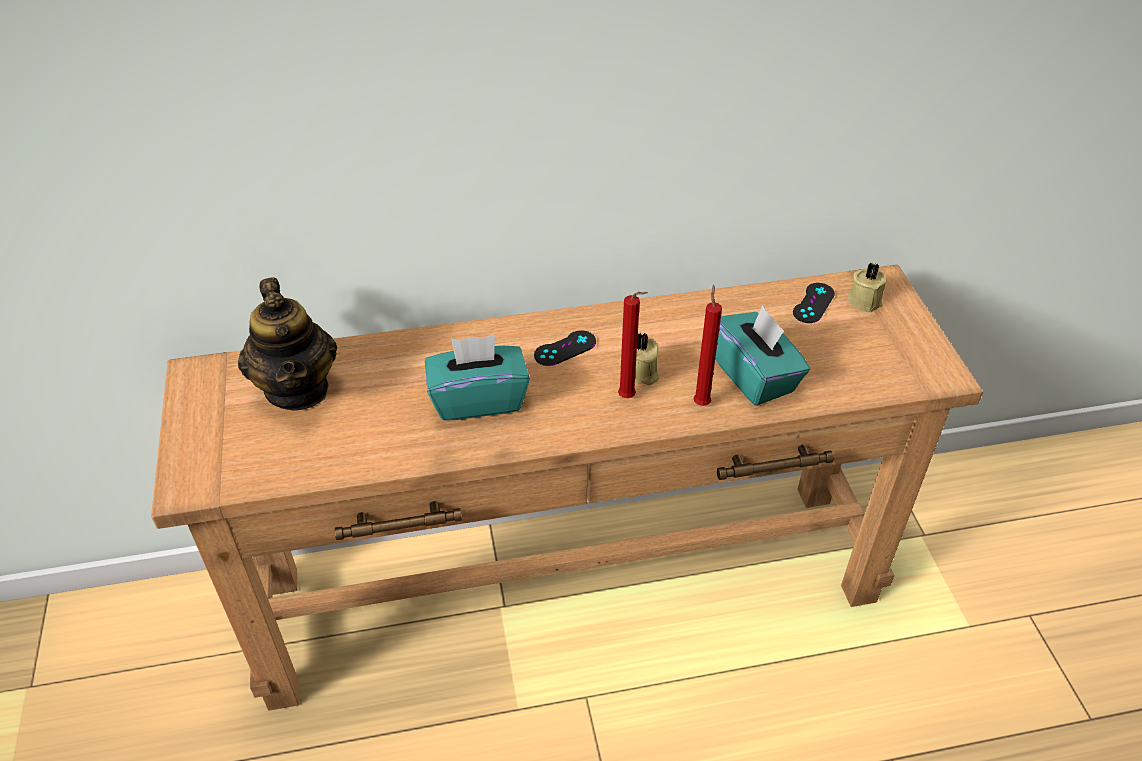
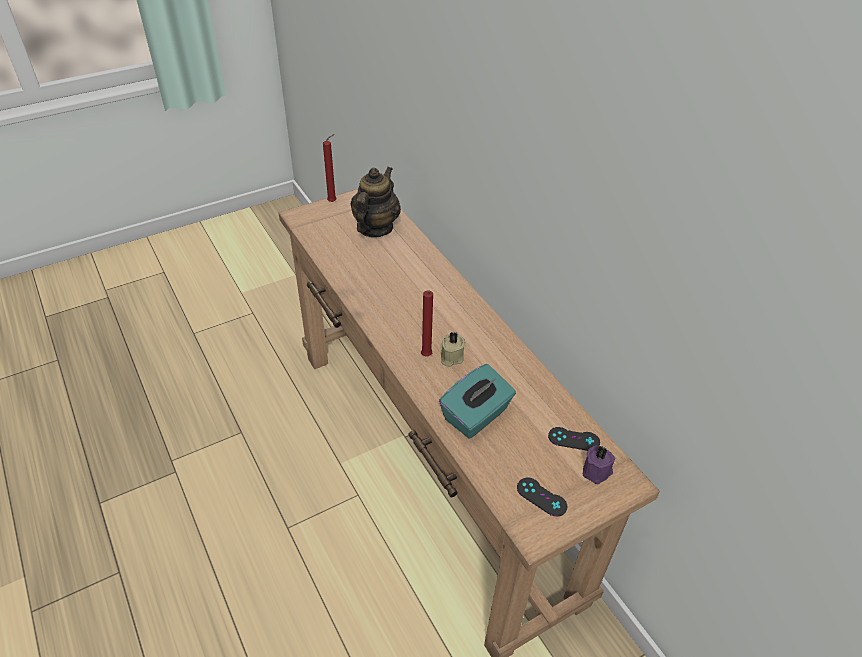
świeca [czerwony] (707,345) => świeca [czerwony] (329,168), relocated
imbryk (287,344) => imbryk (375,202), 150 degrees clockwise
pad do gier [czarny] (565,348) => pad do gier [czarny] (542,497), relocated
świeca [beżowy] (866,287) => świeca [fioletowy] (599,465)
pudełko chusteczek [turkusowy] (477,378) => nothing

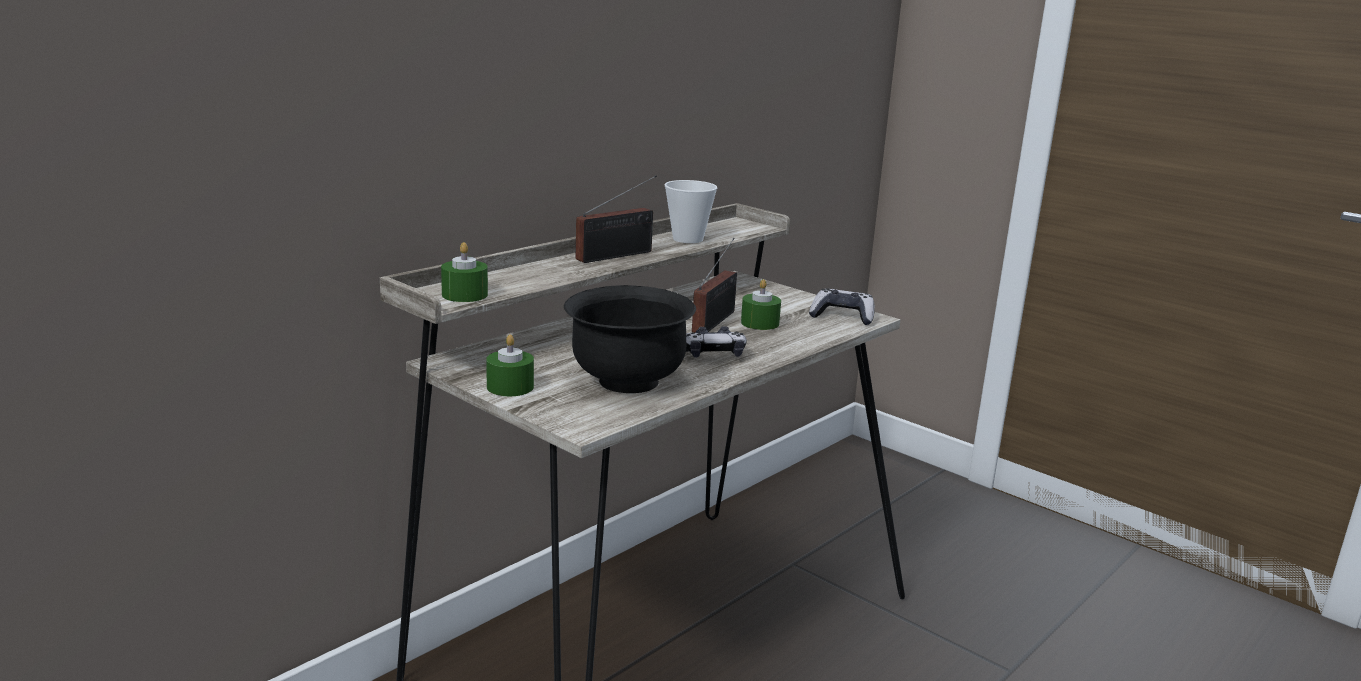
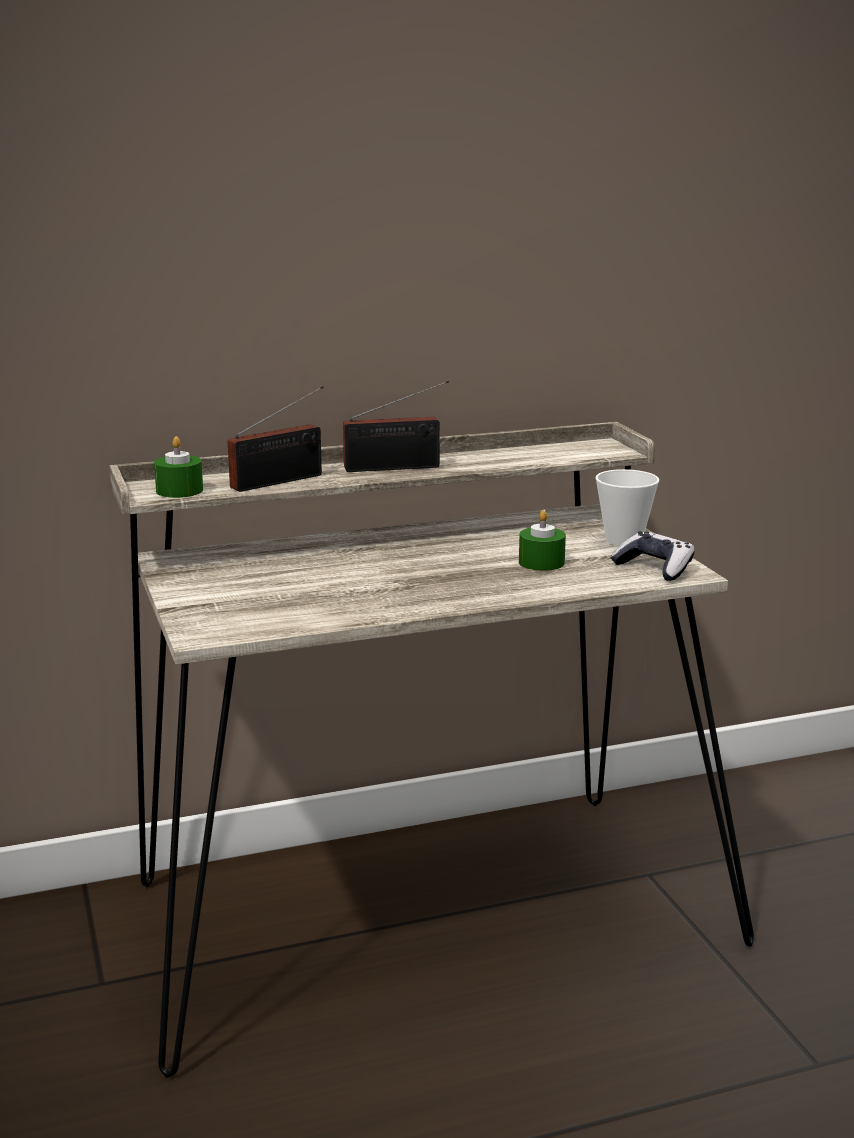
radio (714,285) => radio (275,439), relocated
filiżanka (690,211) => filiżanka (627,507), relocated
świeca [zielony] (510,365) => nothing
miska [czarny] (630,339) => nothing
pad do gier (716,342) => nothing

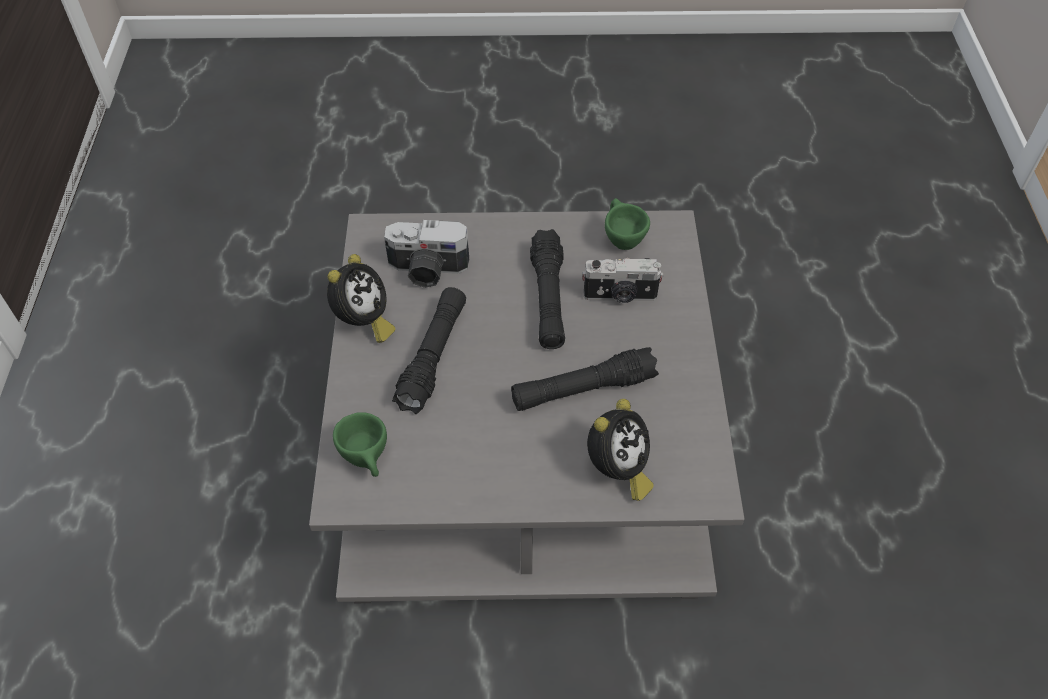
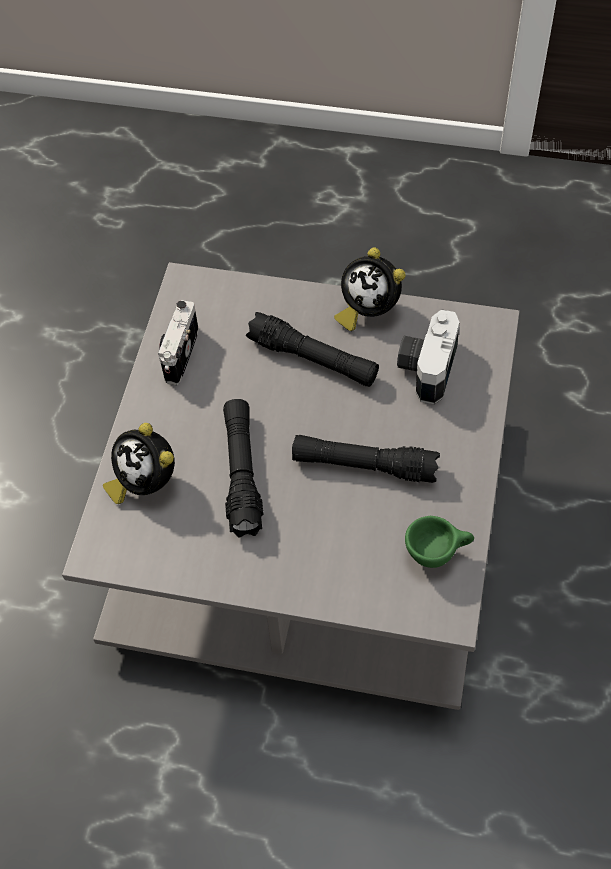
aparat fotograficzny (622,280) => aparat fotograficzny (178,342), relocated
filiżanka [zielony] (360,444) => nothing

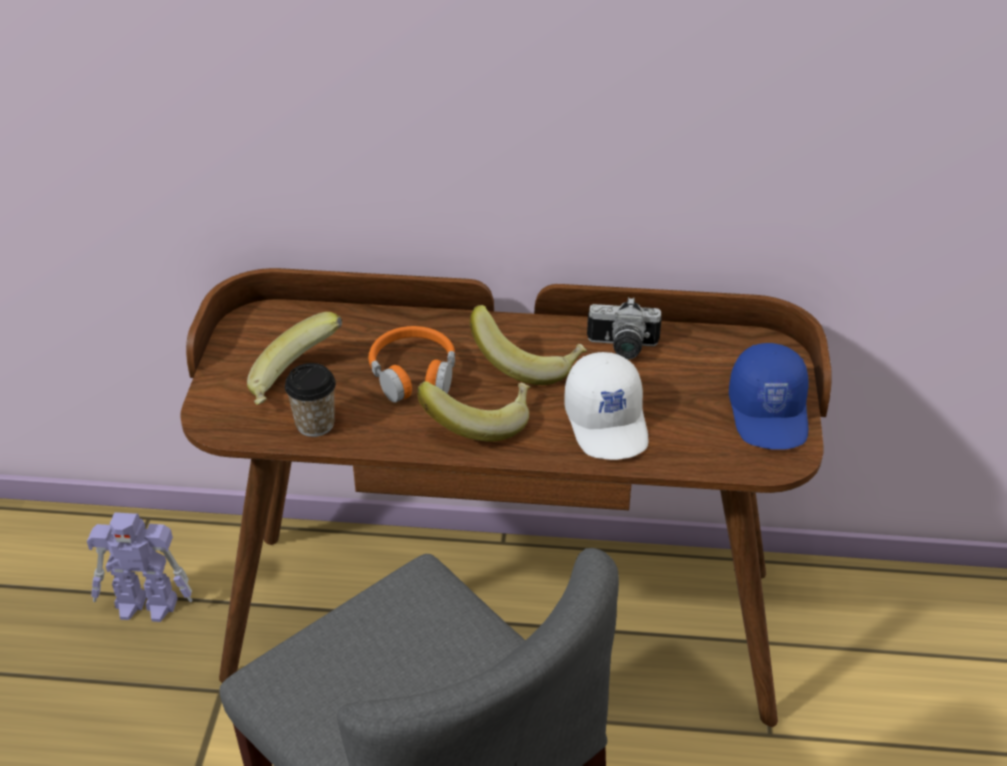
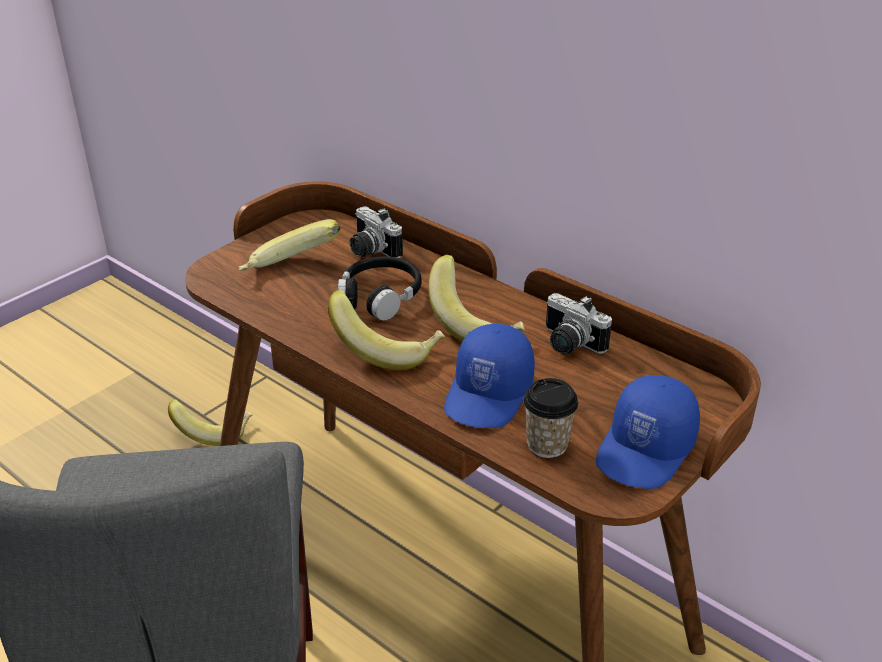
robot zabawkowy (140,567) => banan (210,422)
słuchawki [pomarańczowy] (411,364) => słuchawki [czarny] (380,288)
nothing => aparat fotograficzny (376,232)
czapka z daszkiem [biały] (606,406) => czapka z daszkiem [niebieski] (489,376)
filiżanka (310,400) => filiżanka (550,418), relocated

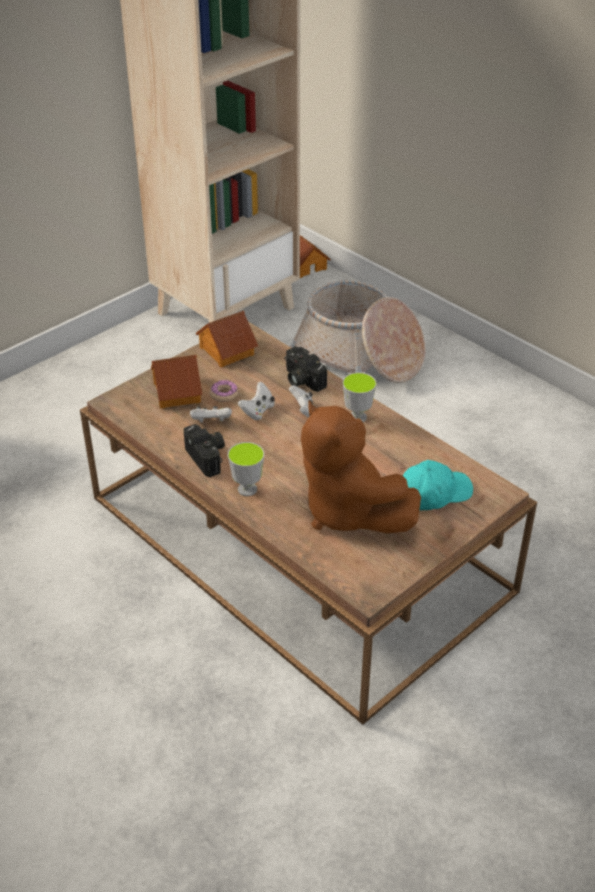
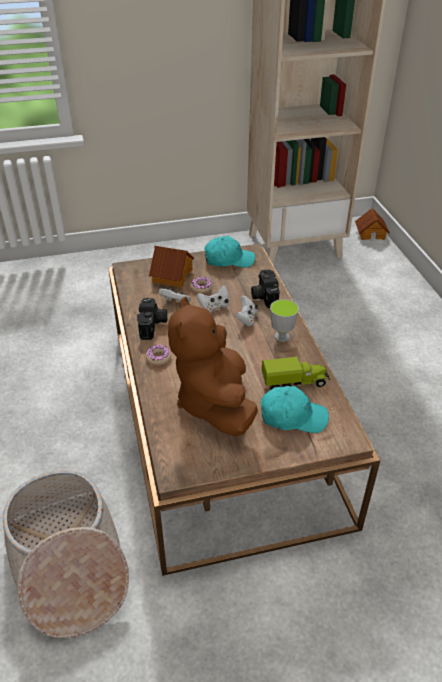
koszyk (358,331) => koszyk (66,554), relocated
filiżanka (246,469) => donut (158,354)
domek (227,338) => czapka z daszkiem [turkusowy] (229,251)
nothing => ciężarówka zabawkowa (296,373)

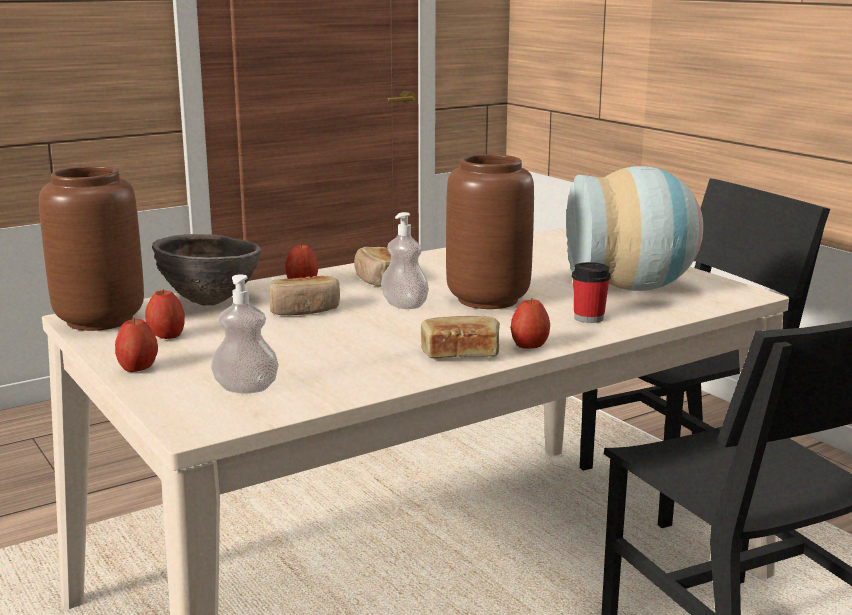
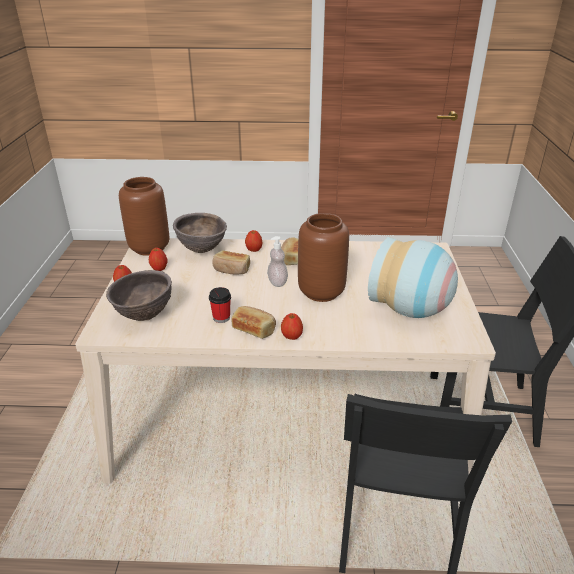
dozownik mydła (245,334) => miska [brązowy] (139,295)
filiżanka (591,292) => filiżanka (220,305), relocated

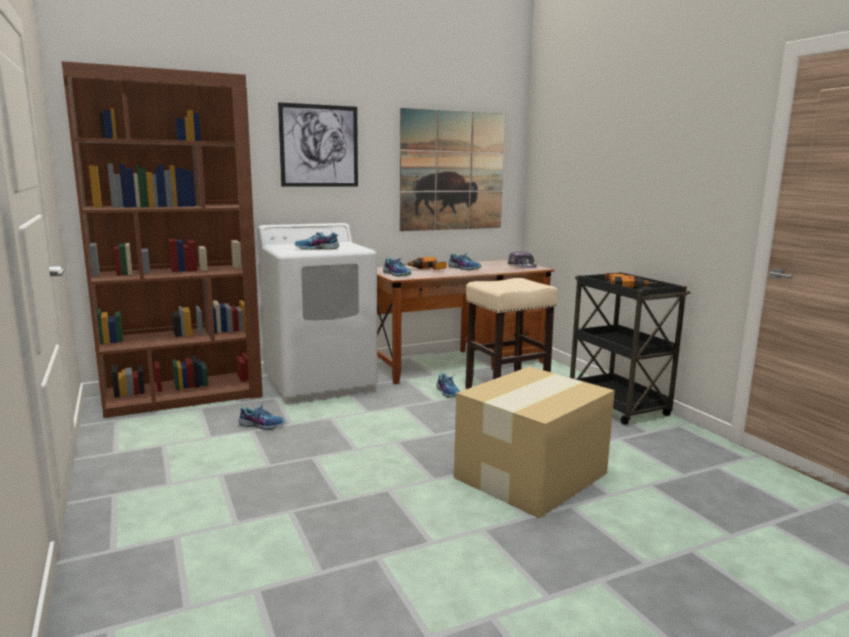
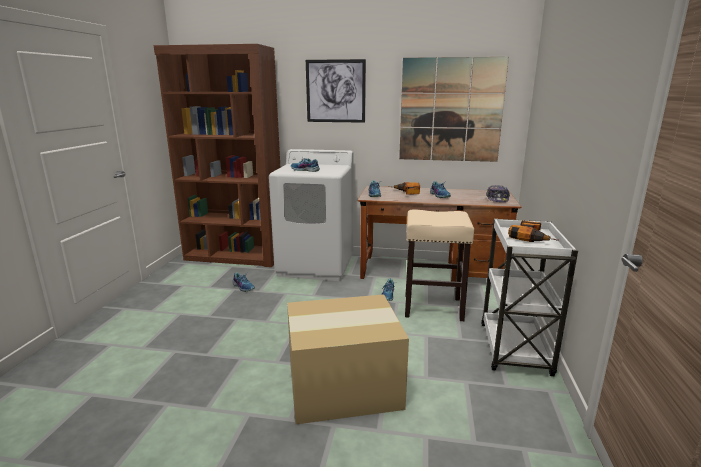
wózek [czarny] (630,348) => wózek [biały] (529,297)

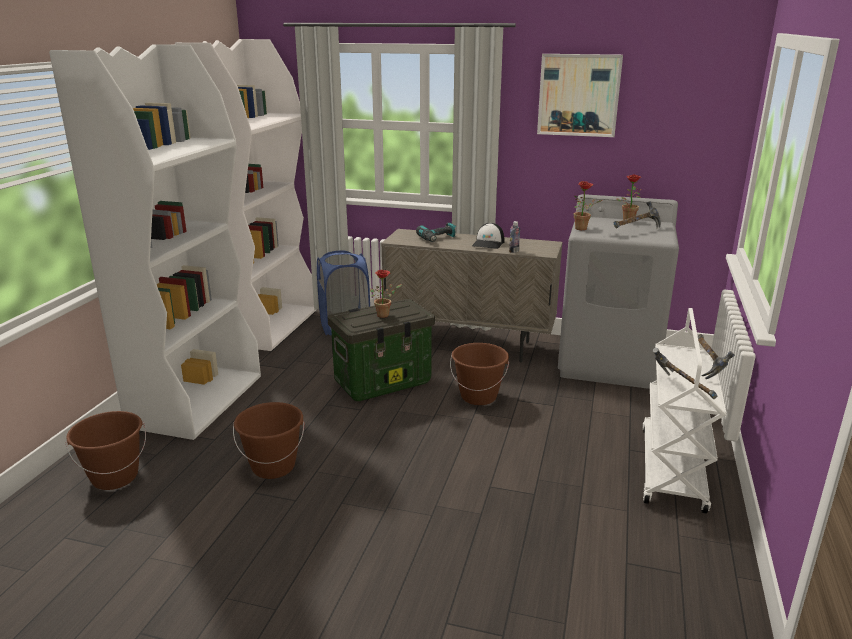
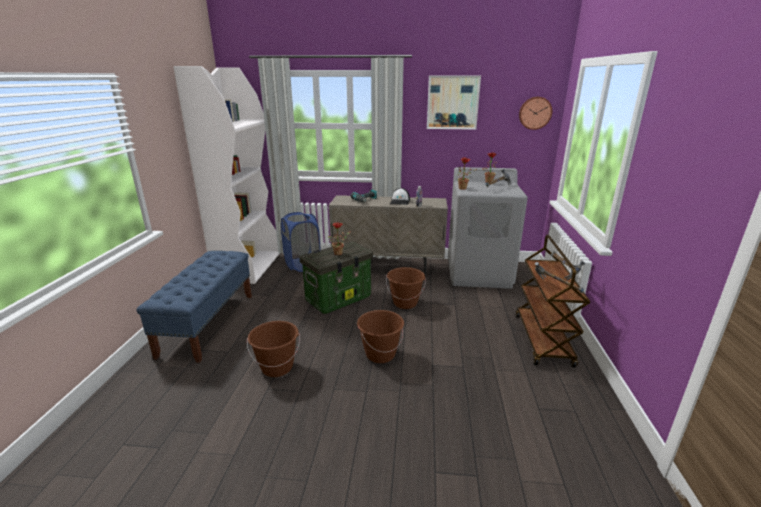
regał [biały] (155,242) => ławka [niebieski] (194,307)
wiadro [brązowy] (106,450) => wiadro [brązowy] (380,336), relocated
wózek [biały] (684,411) => wózek [brązowy] (553,301)
nothing => zegar ścienny (535,113)

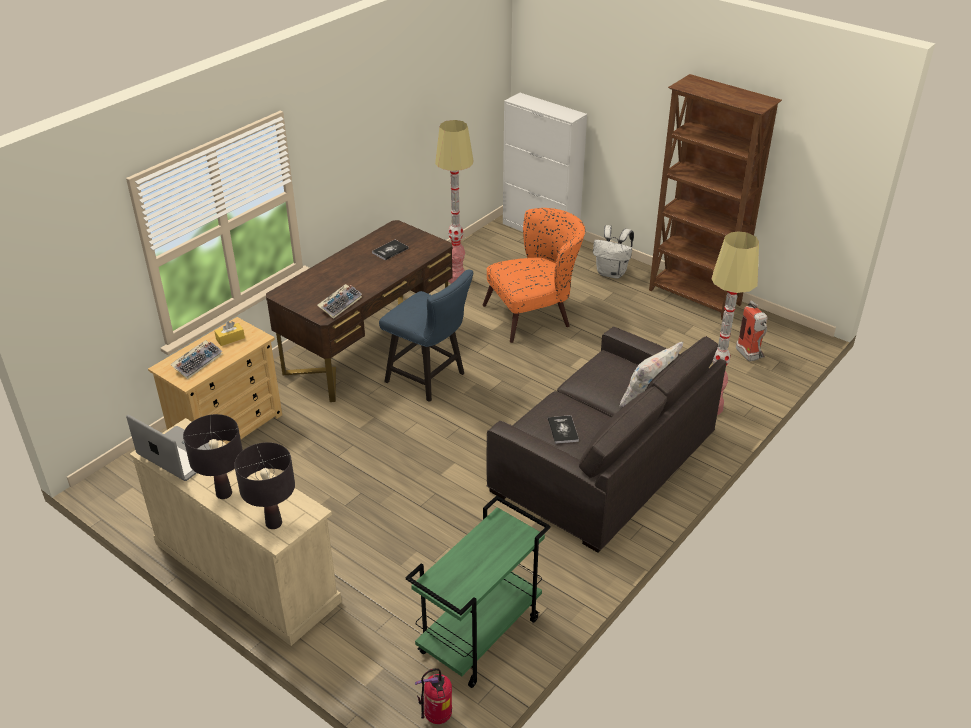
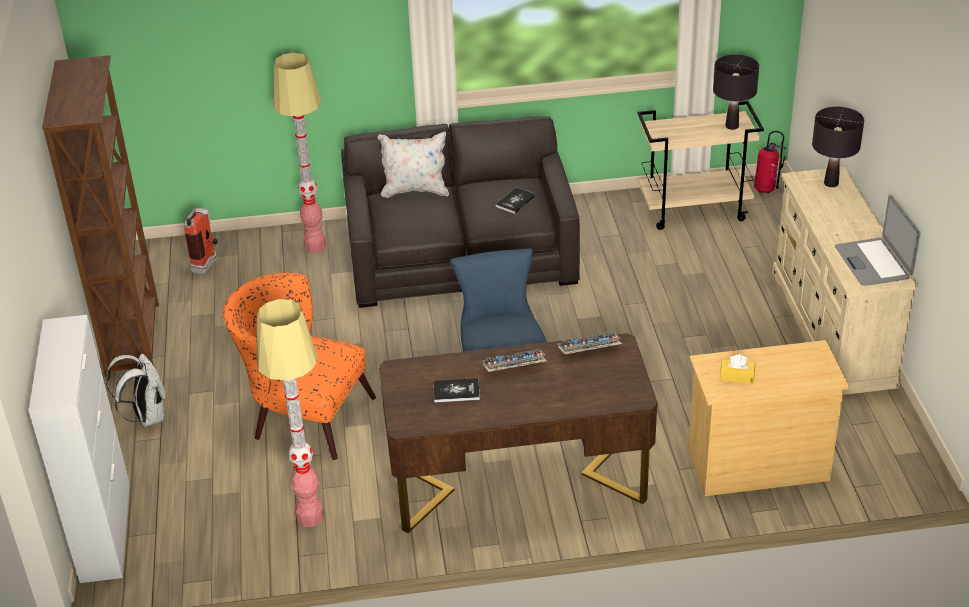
klawiatura (196,359) => klawiatura (514,360), relocated
wózek [zielony] (478,592) => wózek [beżowy] (701,165)
lampa stołowa [czarny] (213,456) => lampa stołowa [czarny] (736,92), relocated

